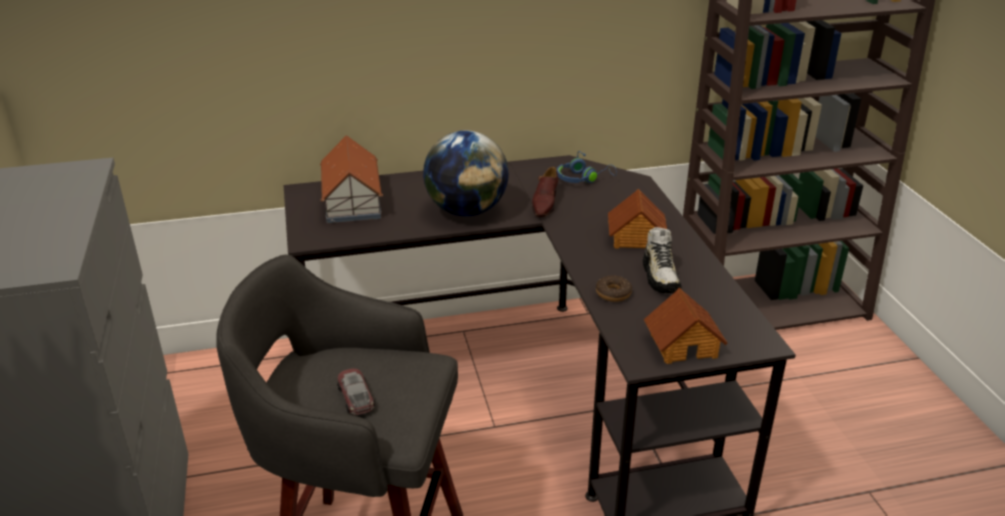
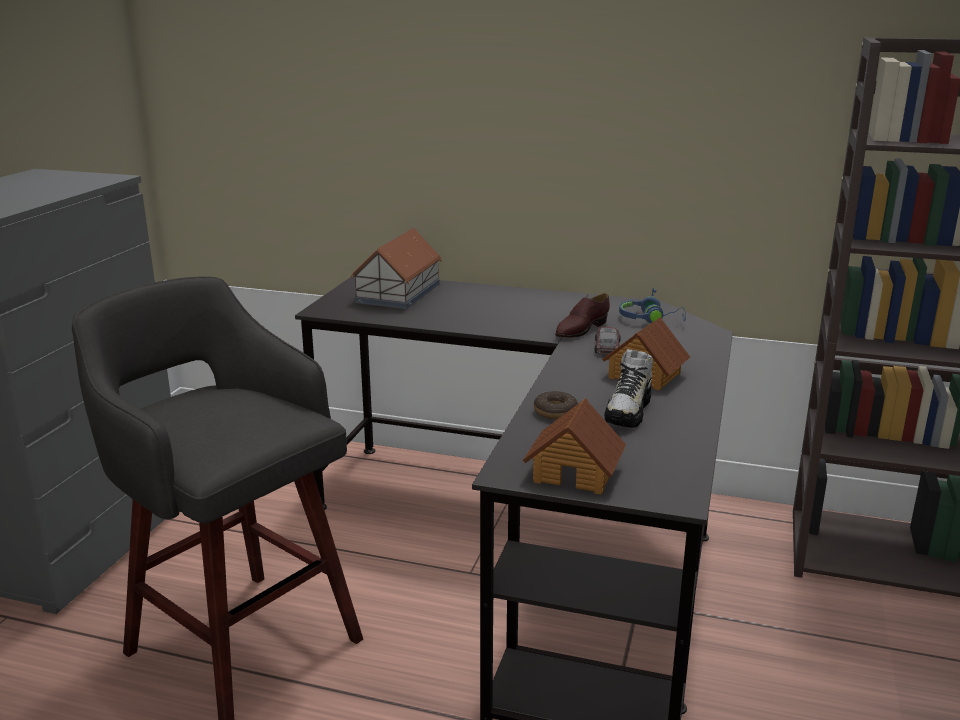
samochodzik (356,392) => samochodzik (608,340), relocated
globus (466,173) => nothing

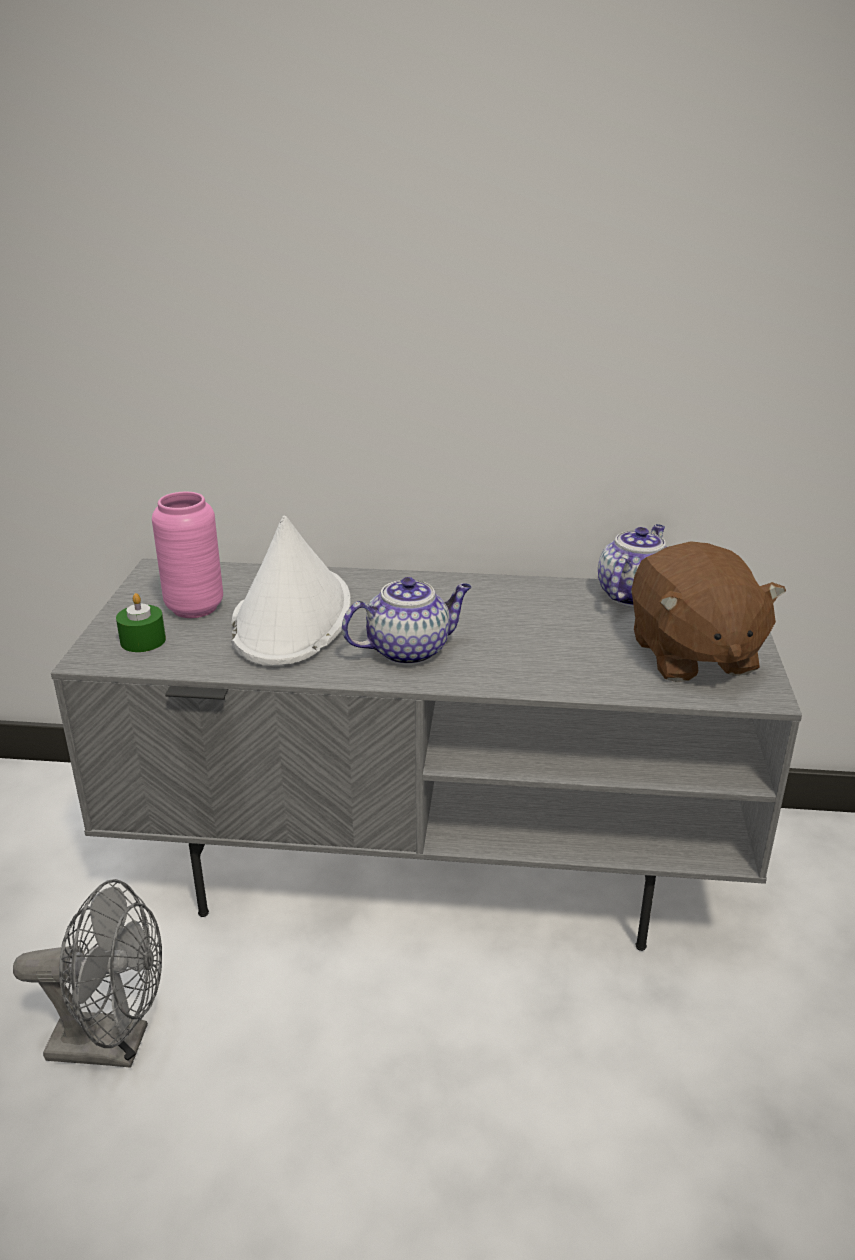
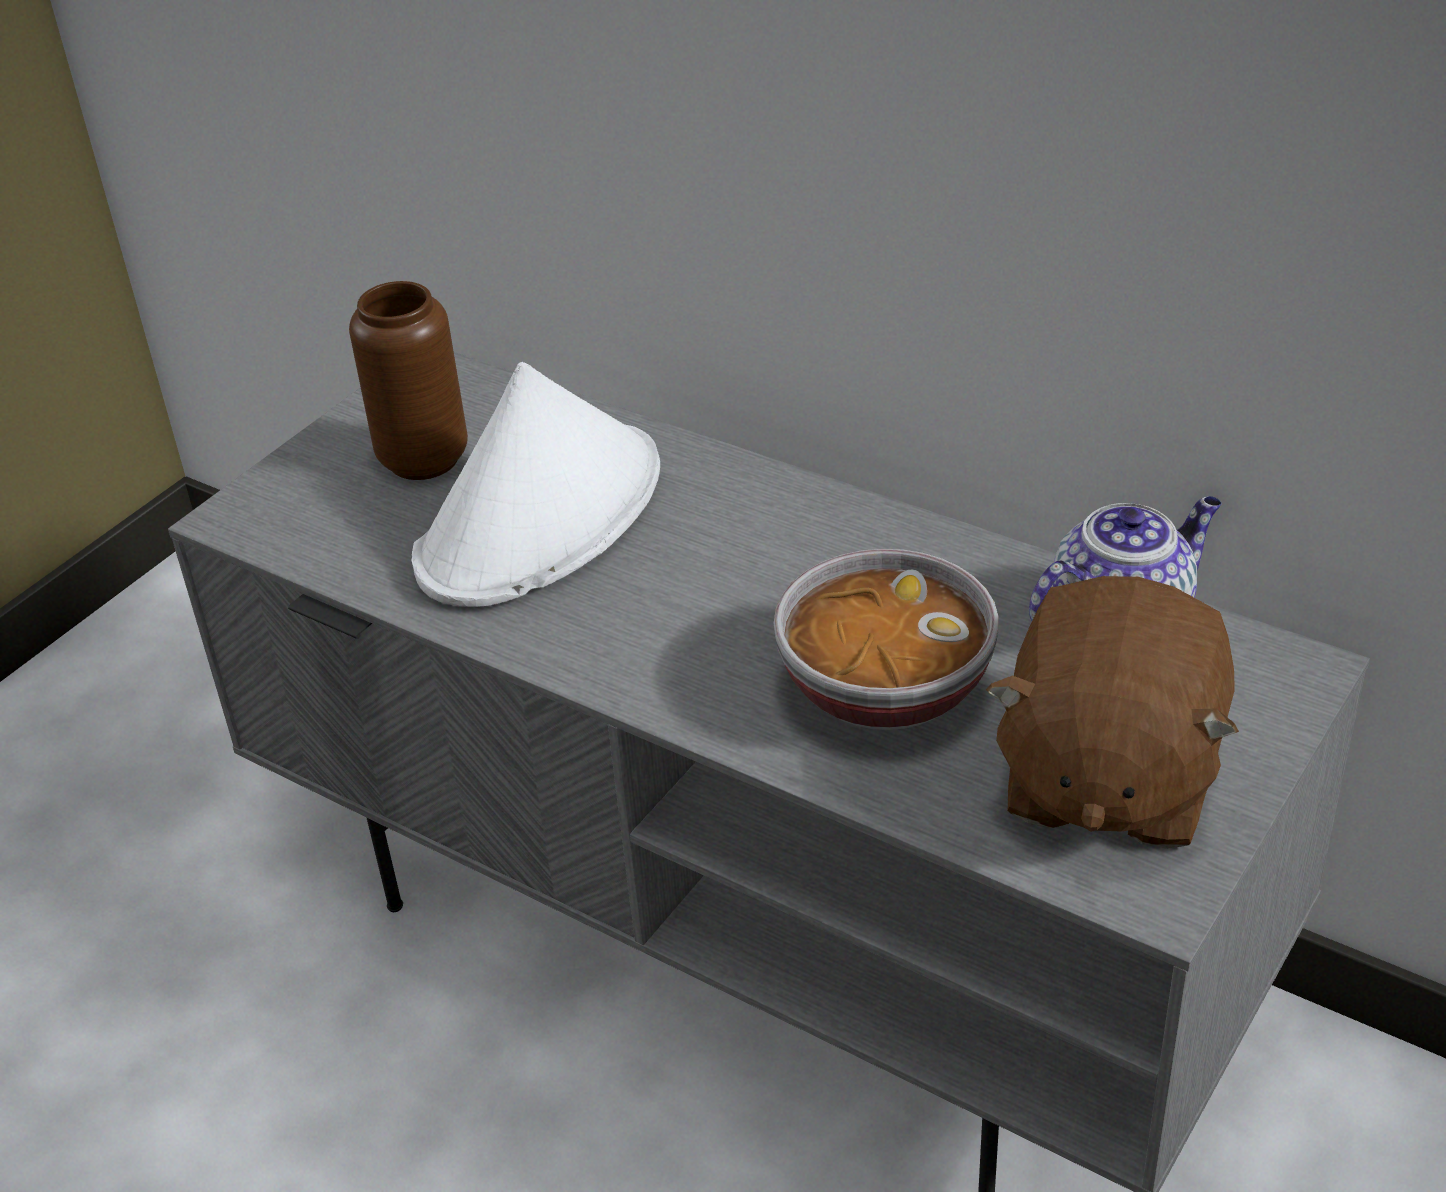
wazon [różowy] (187,555) => wazon [brązowy] (408,380)
nothing => miska (886,639)
wentylator [szary] (87,973) => nothing
świeca [zielony] (141,622) => nothing
imbryk (407,621) => nothing

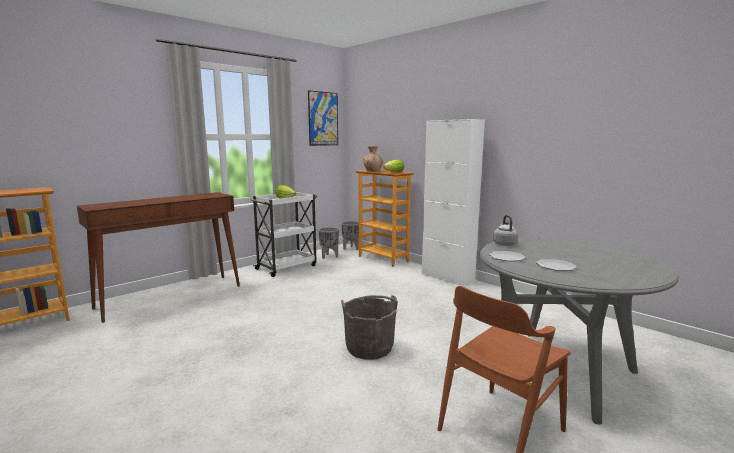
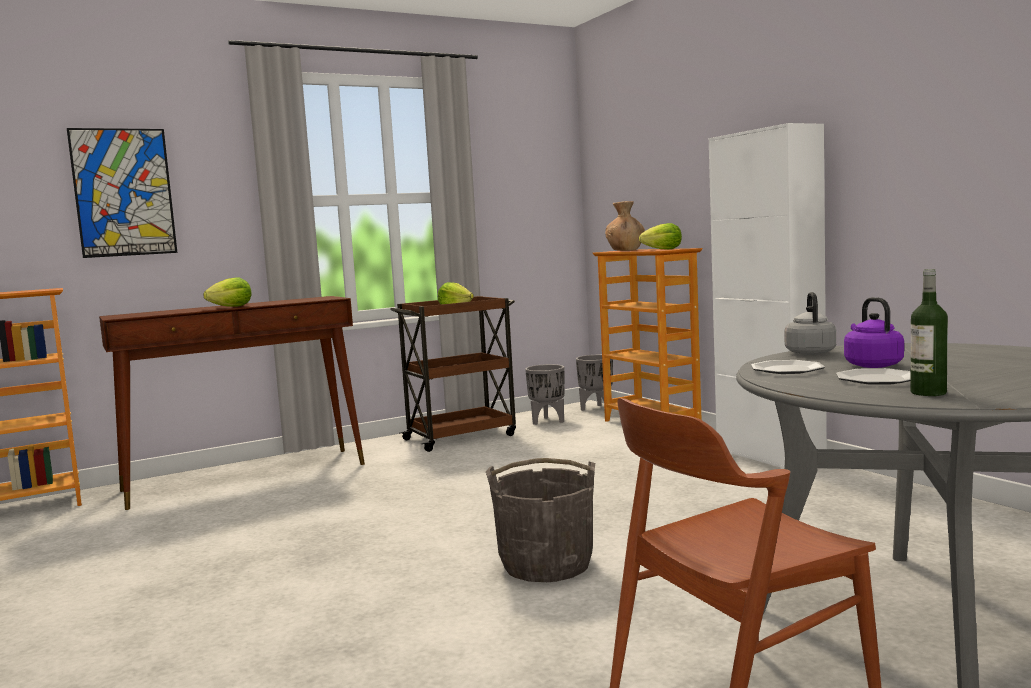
obraz (323,118) => obraz (122,193), relocated
nothing => sałata (227,292)
wózek [biały] (283,234) => wózek [brązowy] (453,374)
nothing => czajnik [fioletowy] (874,332)
nothing => butelka (929,332)

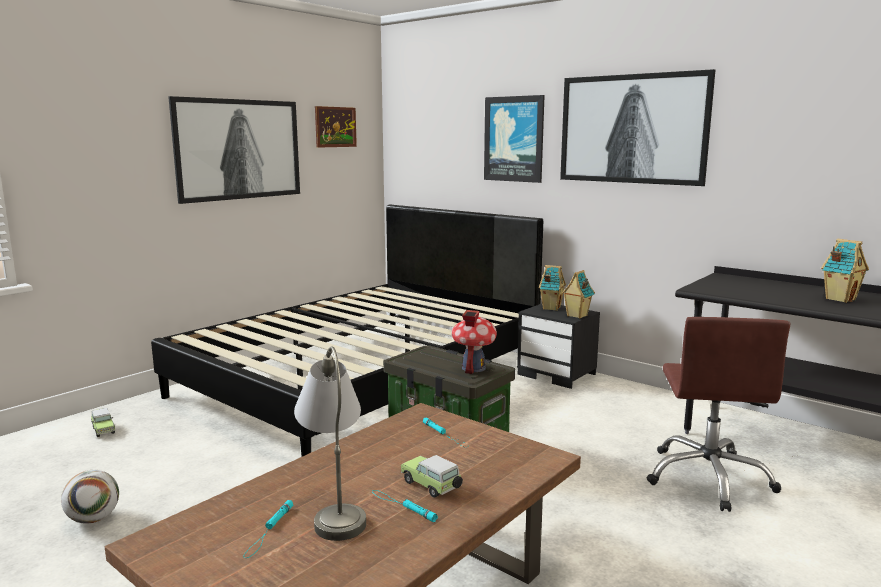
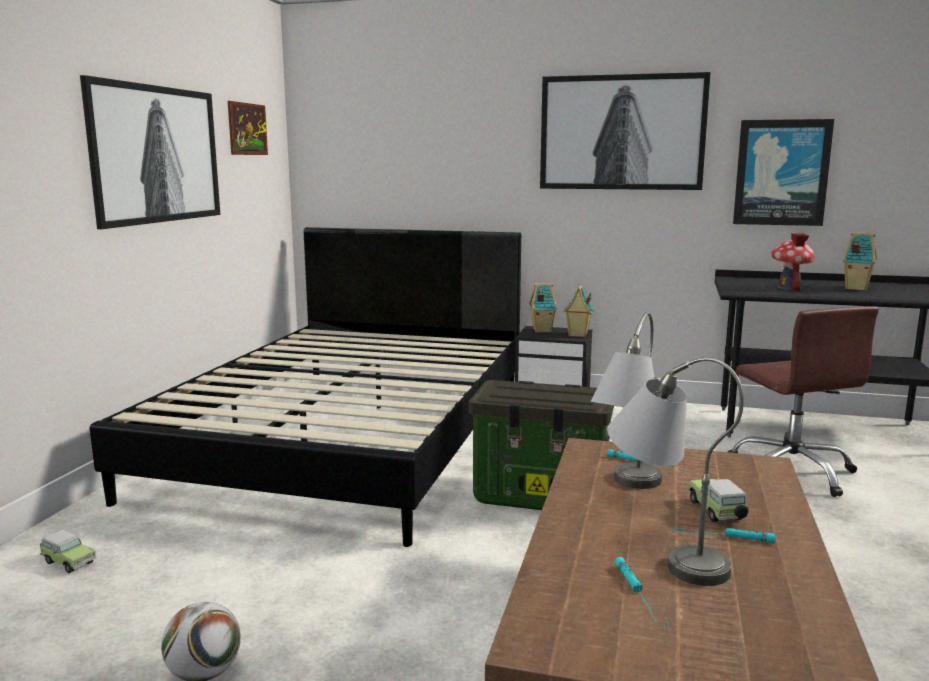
nothing => lampa stołowa [szary] (626,400)
samochodzik (432,476) => samochodzik (718,500), 60 degrees clockwise
obraz (514,139) => obraz (783,172), relocated
domek (474,342) => domek (793,262), relocated

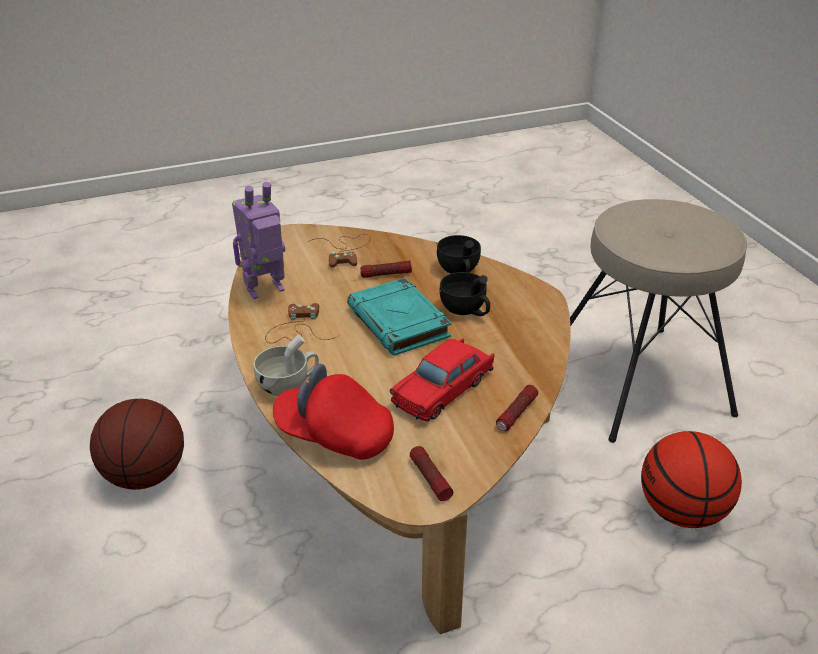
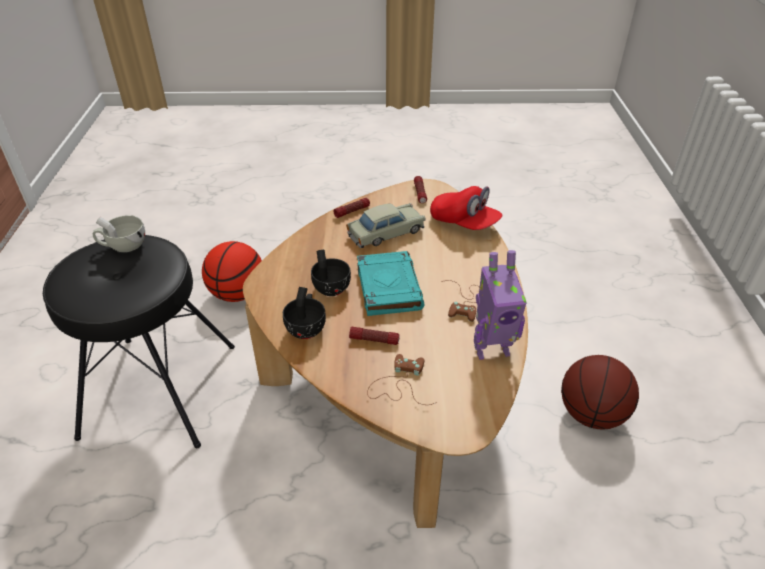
stołek [beżowy] (658,321) => stołek [czarny] (139,341)
filiżanka [biały] (286,365) => filiżanka [biały] (119,233), relocated
samochodzik [czerwony] (442,380) => samochodzik [beżowy] (386,225)

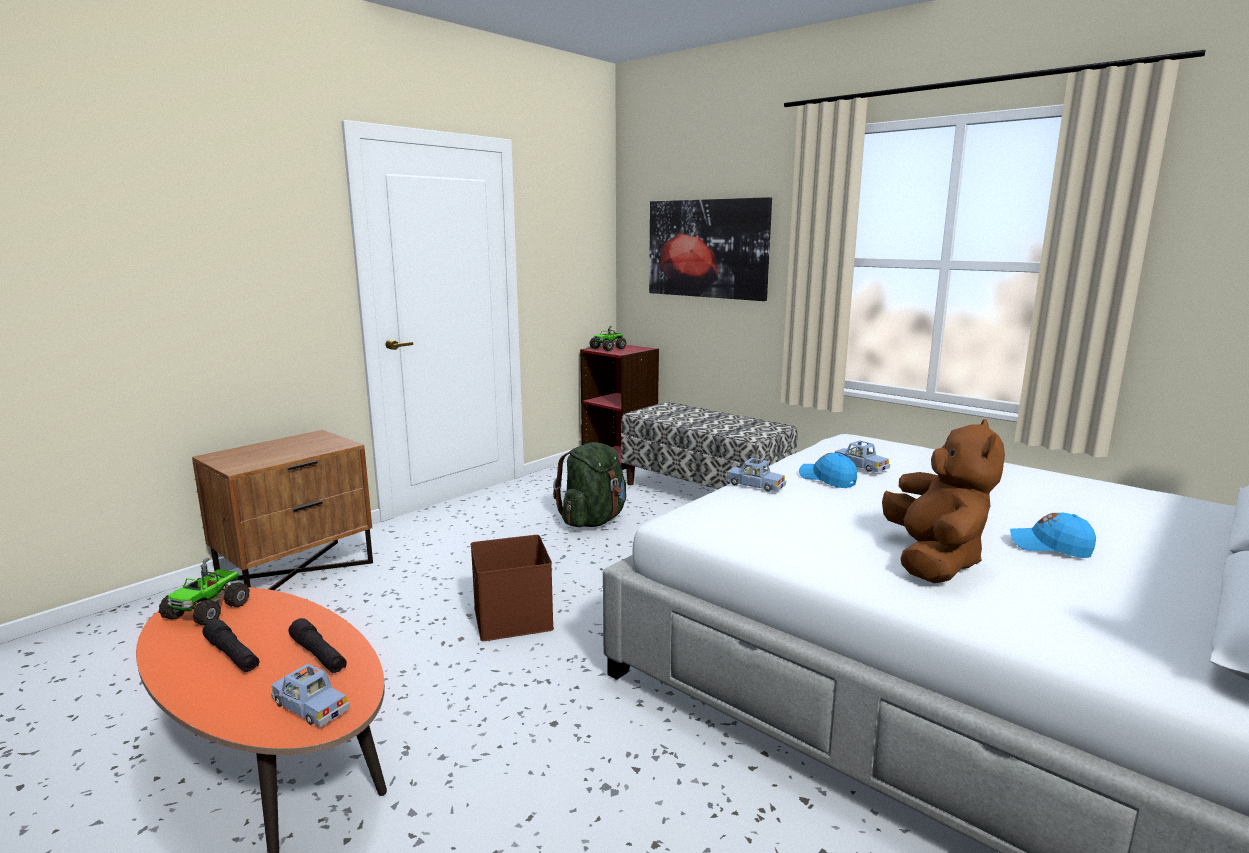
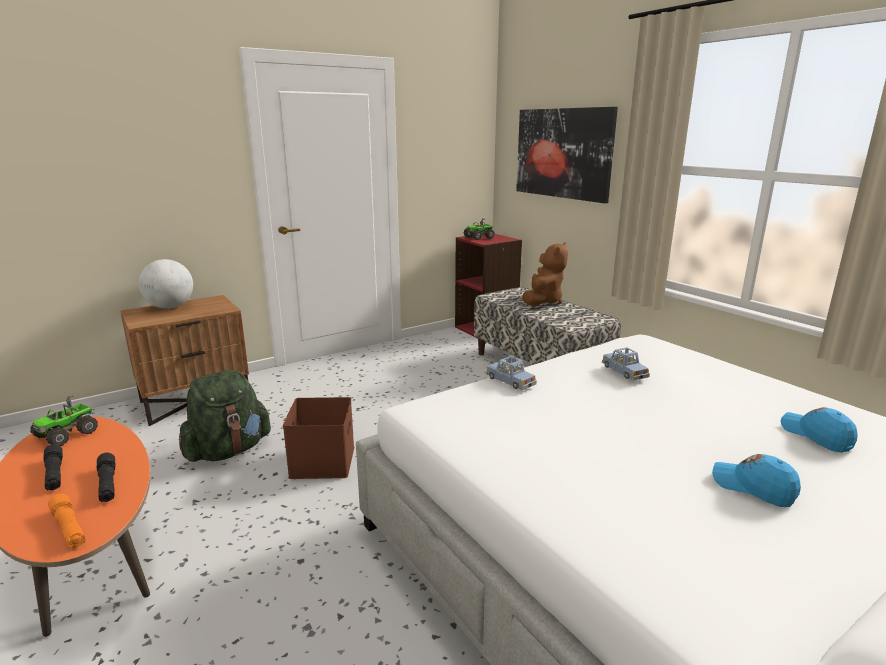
samochodzik [niebieski] (310,695) => latarka [pomarańczowy] (66,520)
nothing => globus (166,284)
plecak [zielony] (589,484) => plecak [zielony] (225,416), relocated
pluszak [brązowy] (943,501) => pluszak [brązowy] (545,274), relocated
czapka z daszkiem [niebieski] (828,470) => czapka z daszkiem [niebieski] (819,430), relocated

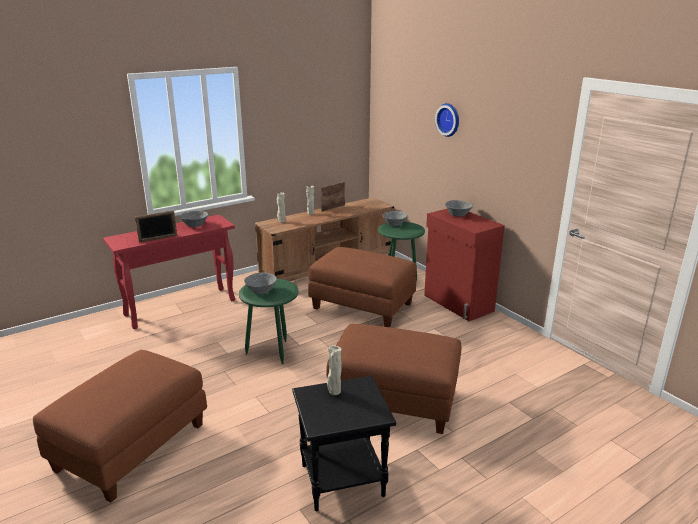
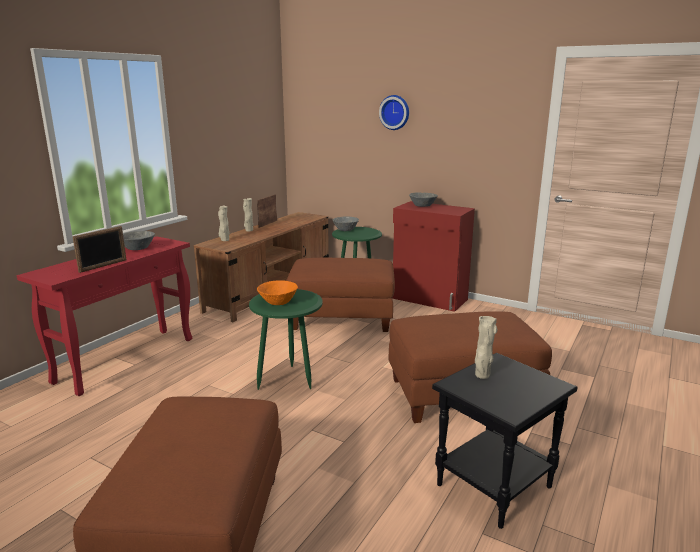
miska [szary] (260,283) => miska [pomarańczowy] (277,292)

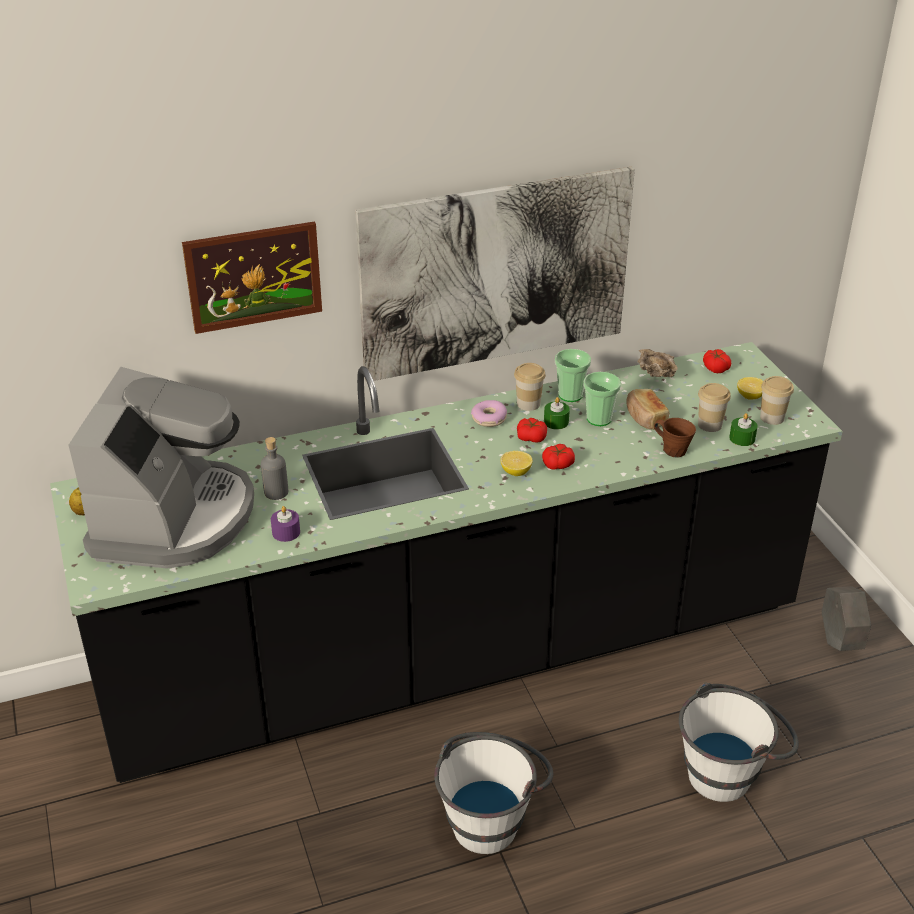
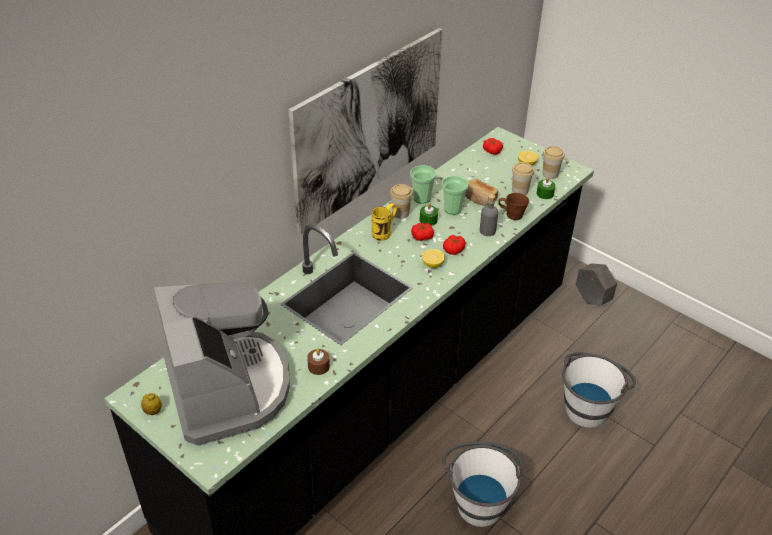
świeca [fioletowy] (285,524) => świeca [brązowy] (318,362)
donut (489,413) => kubek [żółty] (384,222)
butelka [szary] (274,468) => butelka [szary] (489,215), relocated
obraz (252,278) => nothing
miska [beżowy] (658,363) => nothing

